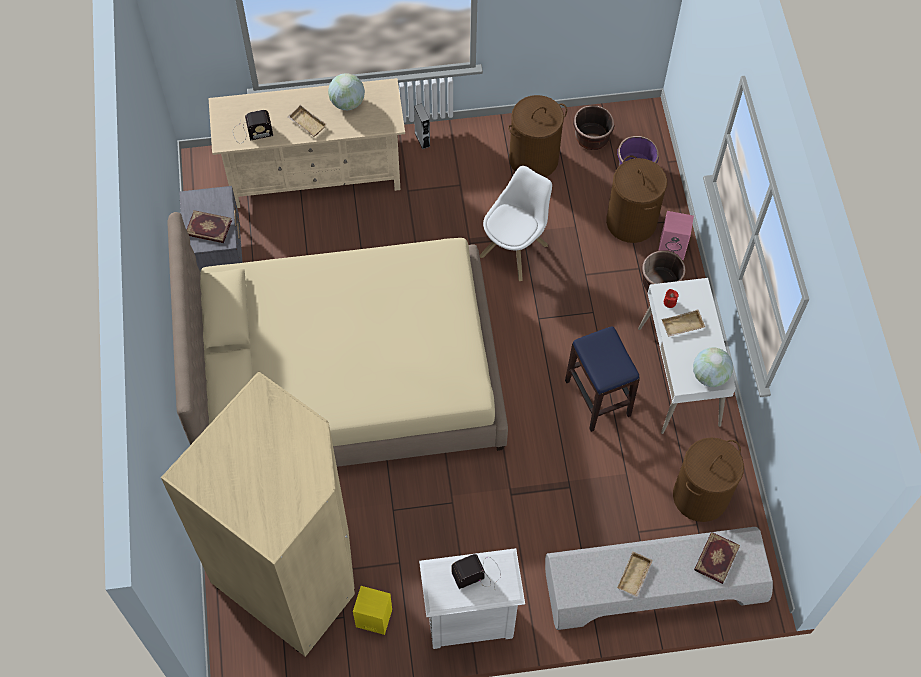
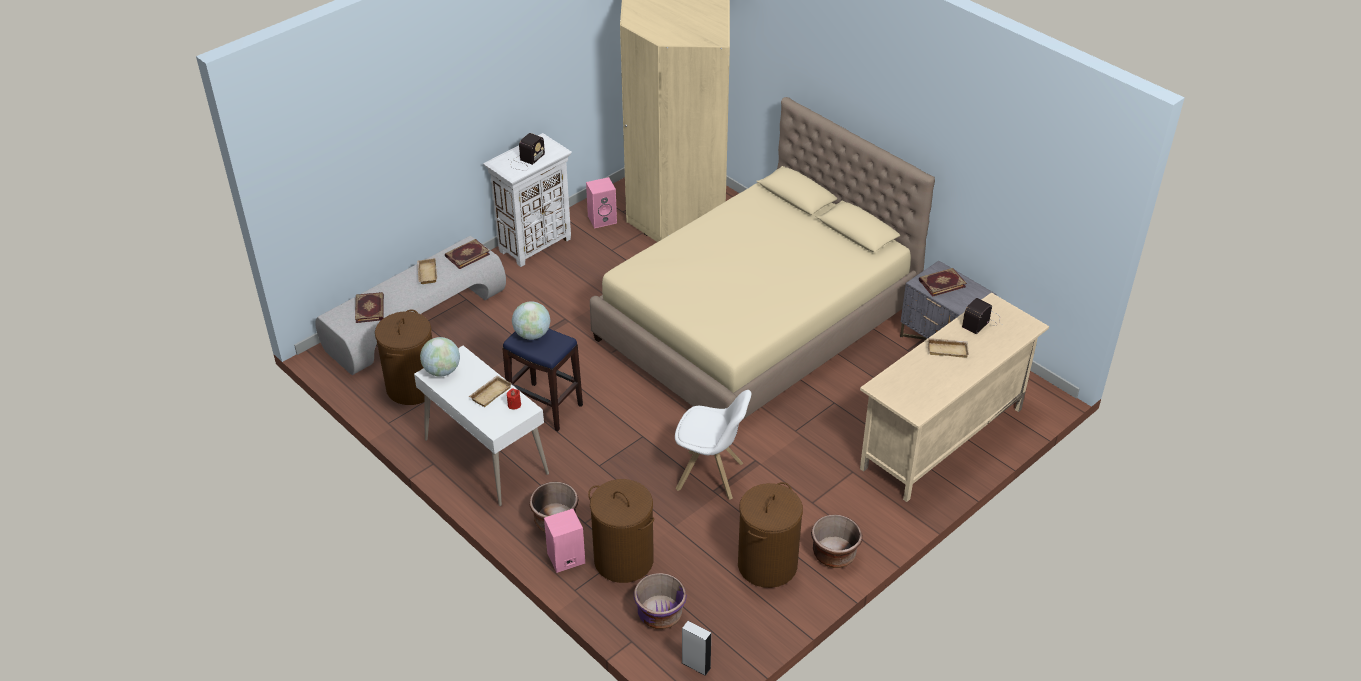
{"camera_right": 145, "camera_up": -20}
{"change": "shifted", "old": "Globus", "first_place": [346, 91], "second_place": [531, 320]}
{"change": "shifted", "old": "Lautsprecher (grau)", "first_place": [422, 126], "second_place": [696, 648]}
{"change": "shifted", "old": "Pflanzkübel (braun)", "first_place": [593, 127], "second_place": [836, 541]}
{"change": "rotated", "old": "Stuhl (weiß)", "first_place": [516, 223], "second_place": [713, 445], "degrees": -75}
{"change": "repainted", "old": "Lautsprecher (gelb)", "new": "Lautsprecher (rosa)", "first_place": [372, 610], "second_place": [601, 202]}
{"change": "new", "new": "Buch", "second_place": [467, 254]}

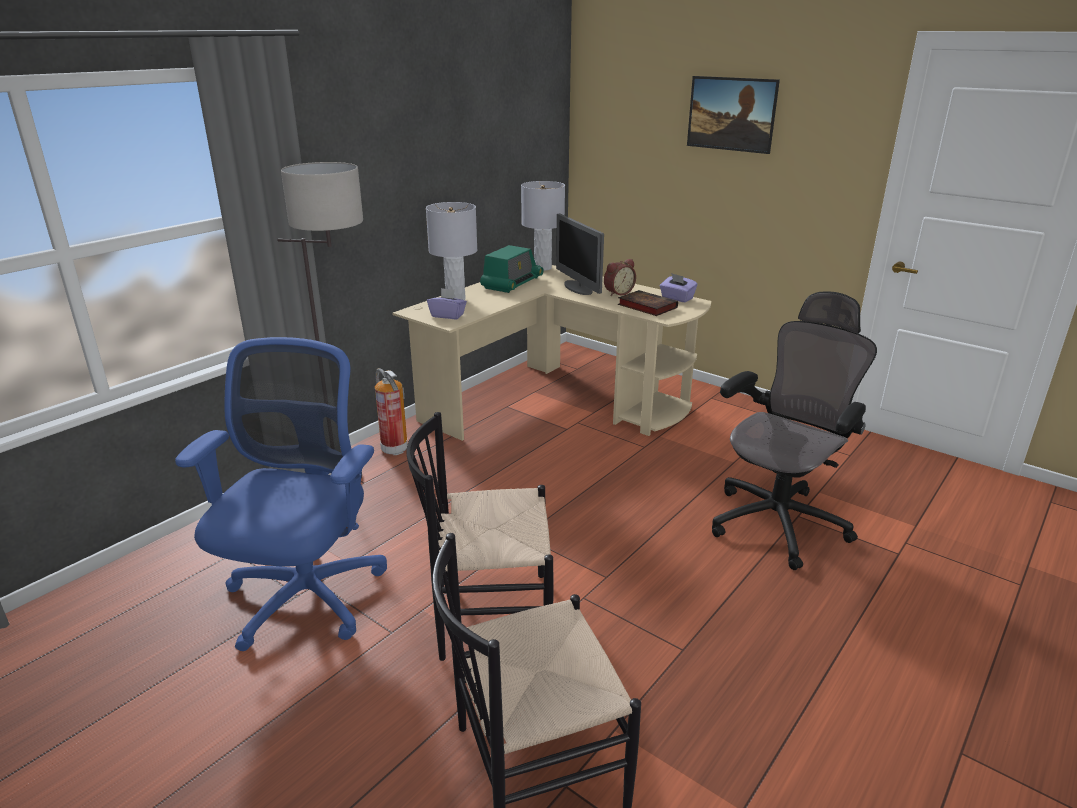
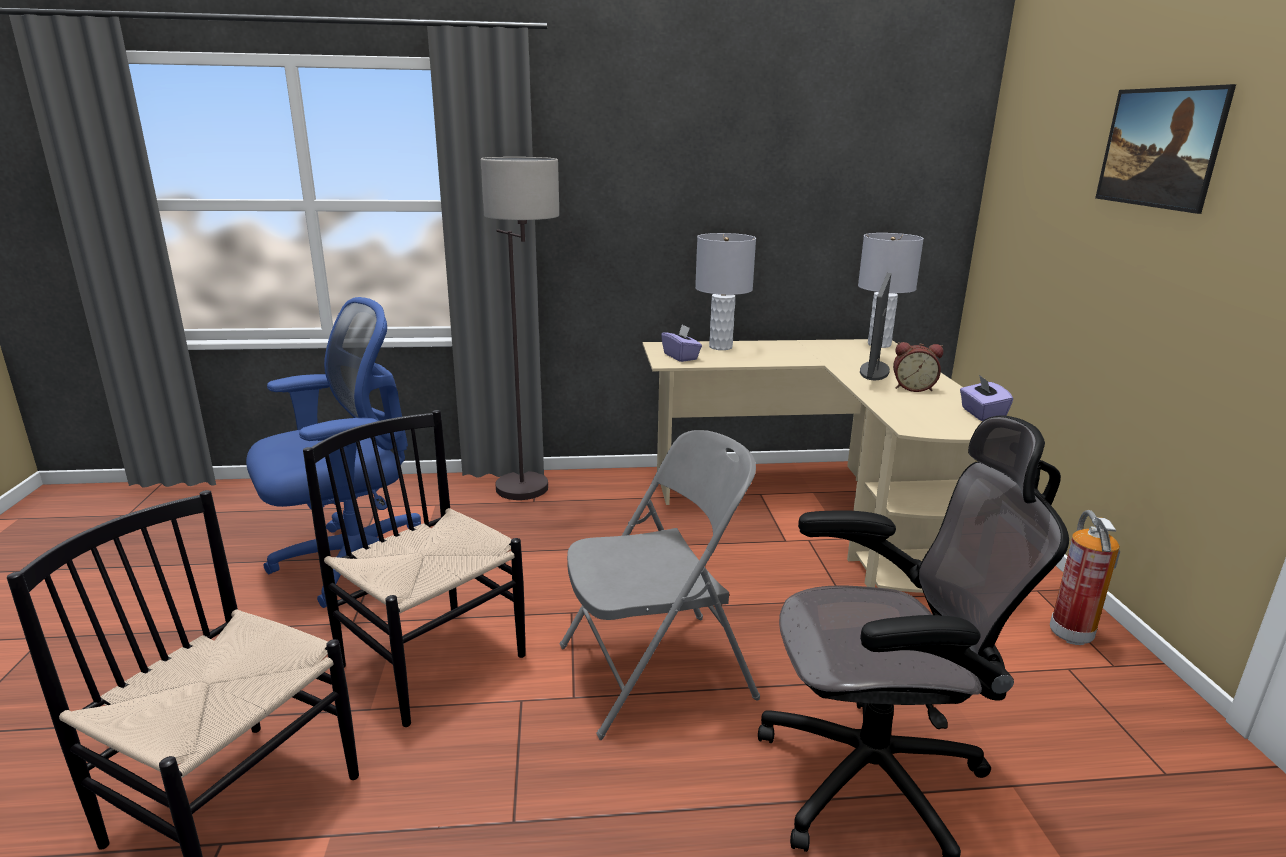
{"camera_right": 45, "camera_up": -5}
{"change": "gone", "old": "Radio", "first_place": [511, 269]}
{"change": "gone", "old": "Buch", "first_place": [648, 303]}
{"change": "shifted", "old": "Feuerlöscher", "first_place": [391, 411], "second_place": [1085, 577]}
{"change": "new", "new": "Stuhl (grau)", "second_place": [660, 585]}

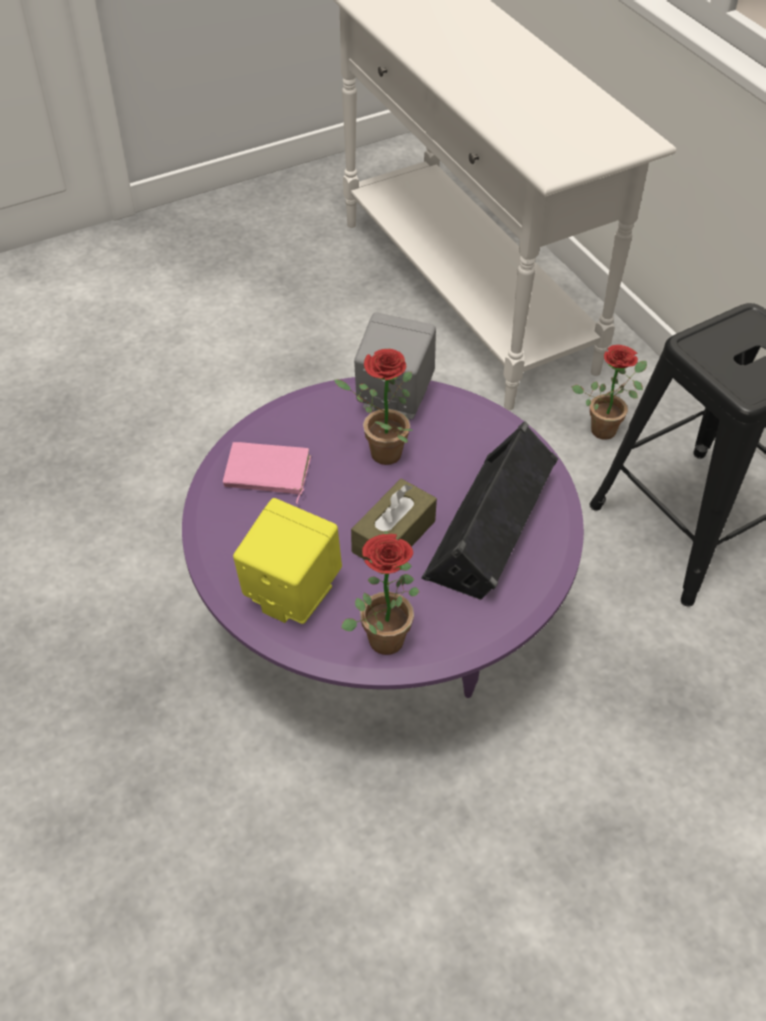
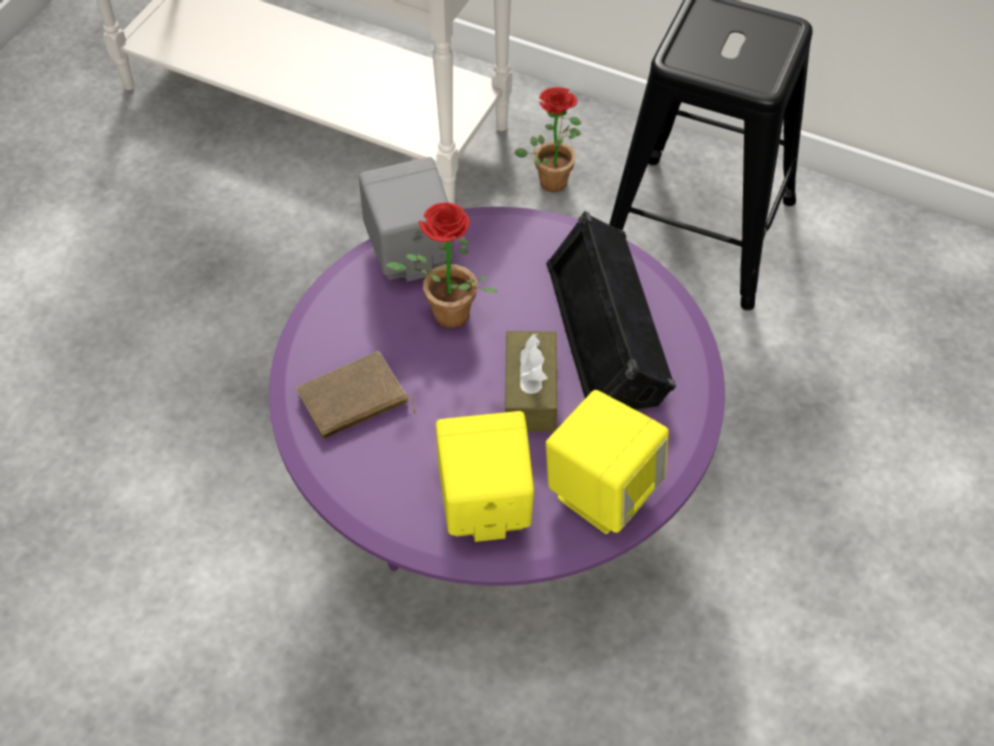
{"camera_right": -35, "camera_up": 5}
{"change": "repainted", "old": "Buch (rosa)", "new": "Buch (braun)", "first_place": [267, 473], "second_place": [356, 395]}
{"change": "swapped", "old": "Topfpflanze", "new": "Lautsprecher (gelb)", "first_place": [380, 593], "second_place": [607, 462]}

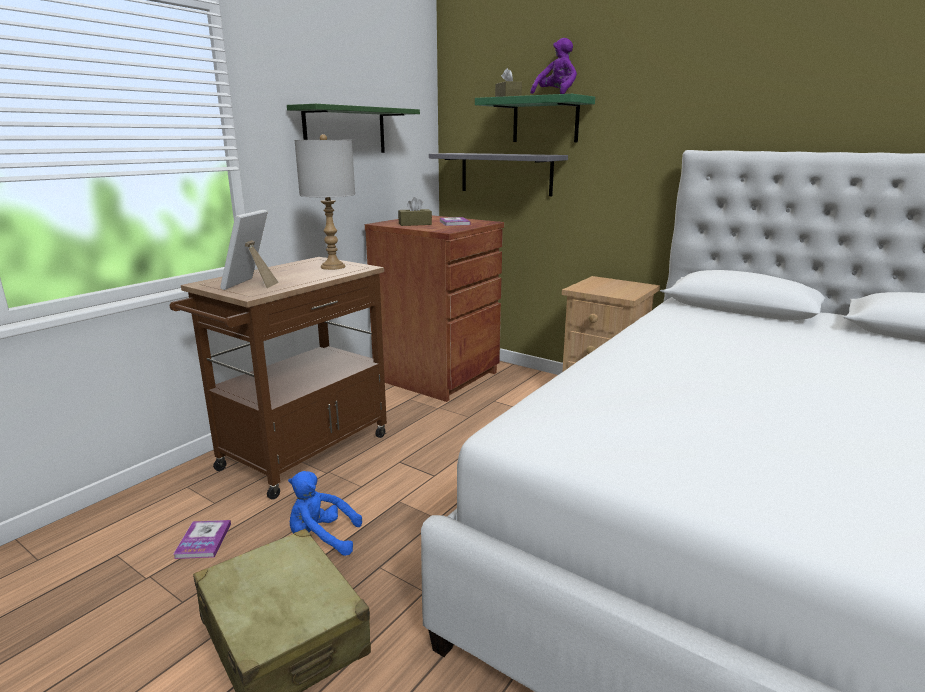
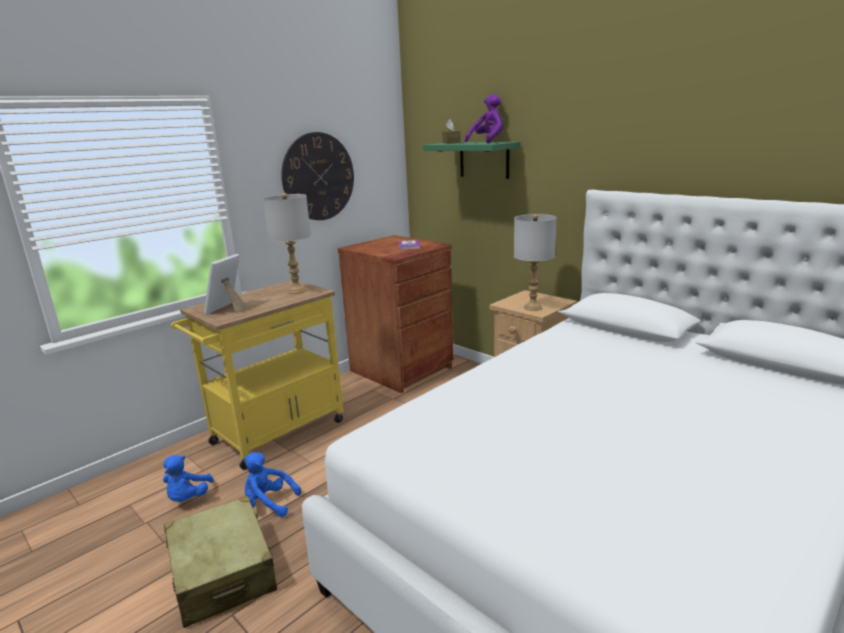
{"camera_right": 10, "camera_up": 0}
{"change": "swapped", "old": "Wandregal (grün)", "new": "Wanduhr", "first_place": [353, 128], "second_place": [317, 176]}
{"change": "gone", "old": "Wandregal (grau)", "first_place": [498, 174]}
{"change": "gone", "old": "Taschentuchbox (braun)", "first_place": [415, 211]}
{"change": "repainted", "old": "Rollwagen (braun)", "new": "Rollwagen (gelb)", "first_place": [278, 378], "second_place": [257, 375]}
{"change": "swapped", "old": "Buch", "new": "Plüschtier (blau)", "first_place": [202, 539], "second_place": [188, 478]}
{"change": "new", "new": "Tischlampe (grau)", "second_place": [535, 262]}

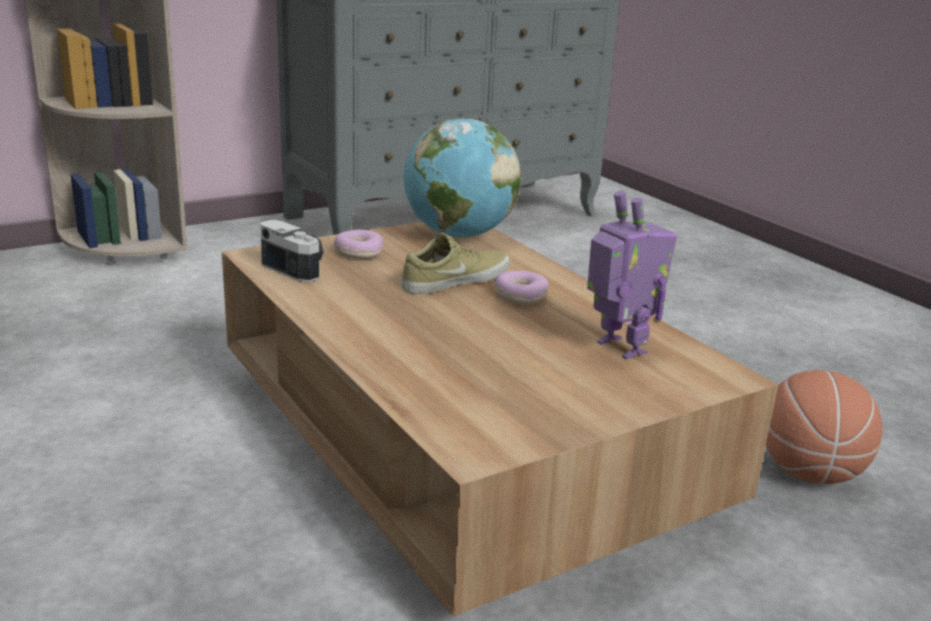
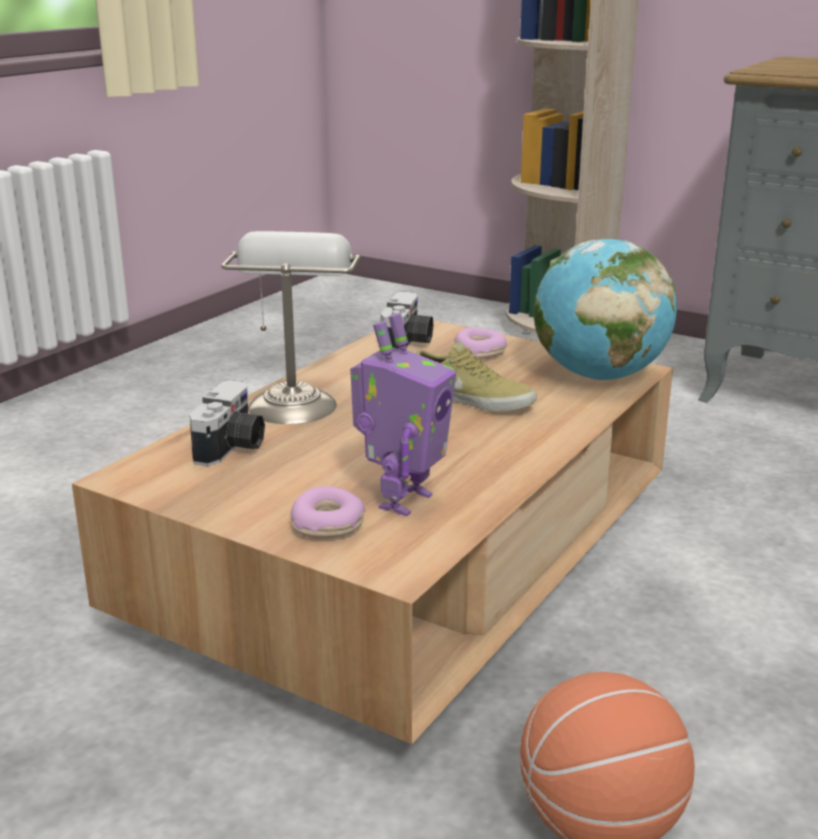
{"camera_right": 65, "camera_up": 0}
{"change": "shifted", "old": "Donut", "first_place": [521, 288], "second_place": [328, 512]}
{"change": "new", "new": "Tischlampe (weiß)", "second_place": [291, 327]}
{"change": "new", "new": "Kamera", "second_place": [227, 423]}

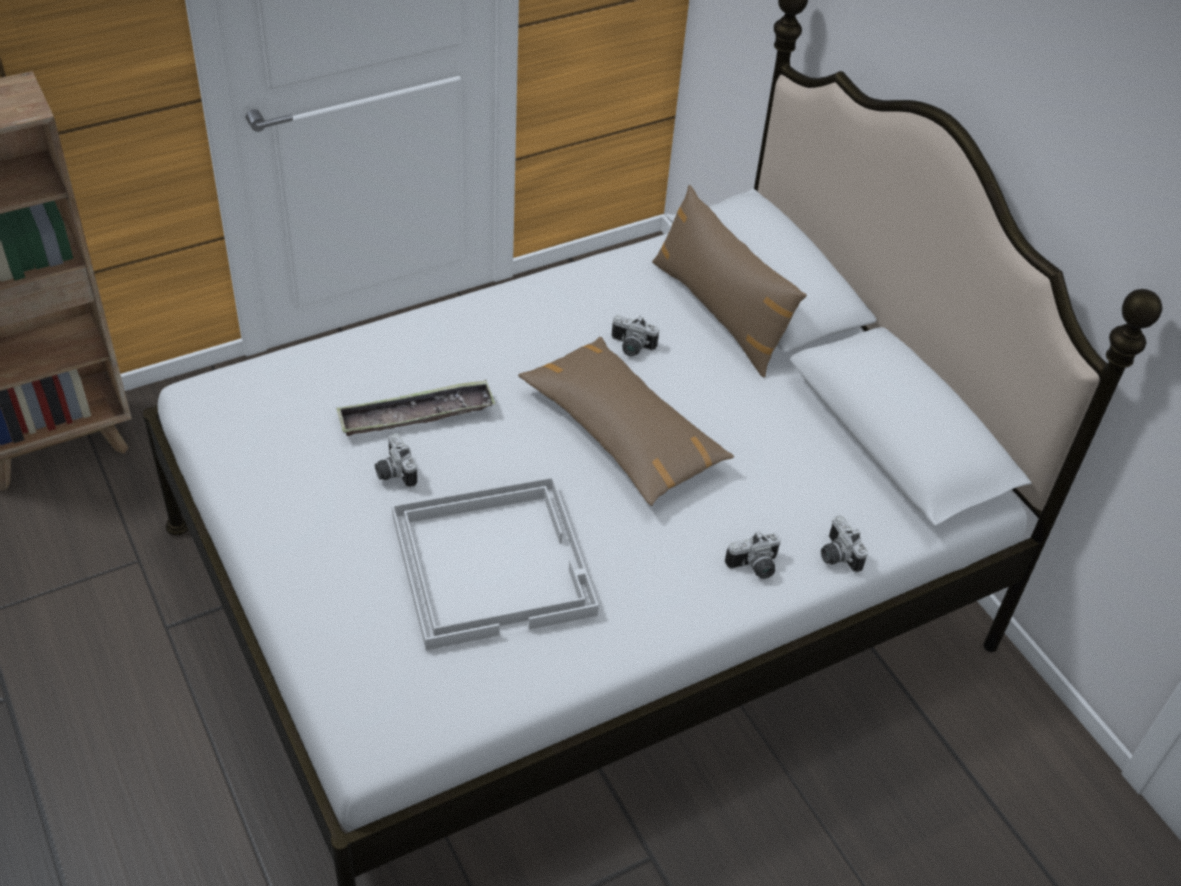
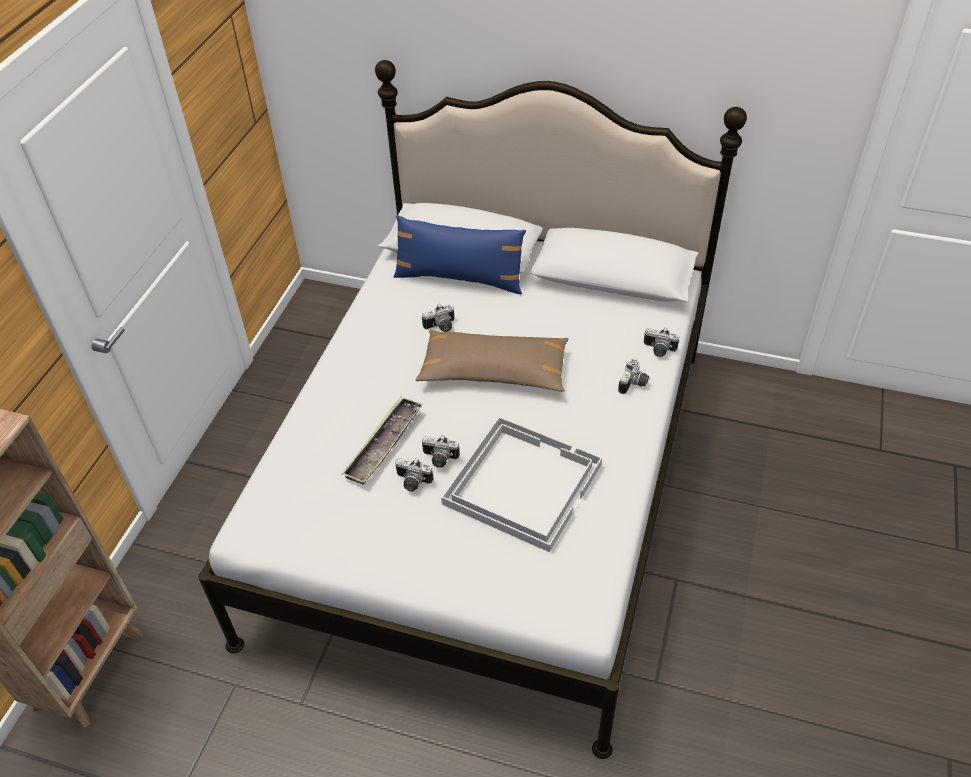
{"camera_right": -40, "camera_up": 0}
{"change": "repainted", "old": "Kissen (braun)", "new": "Kissen (blau)", "first_place": [729, 281], "second_place": [460, 254]}
{"change": "new", "new": "Kamera", "second_place": [441, 452]}

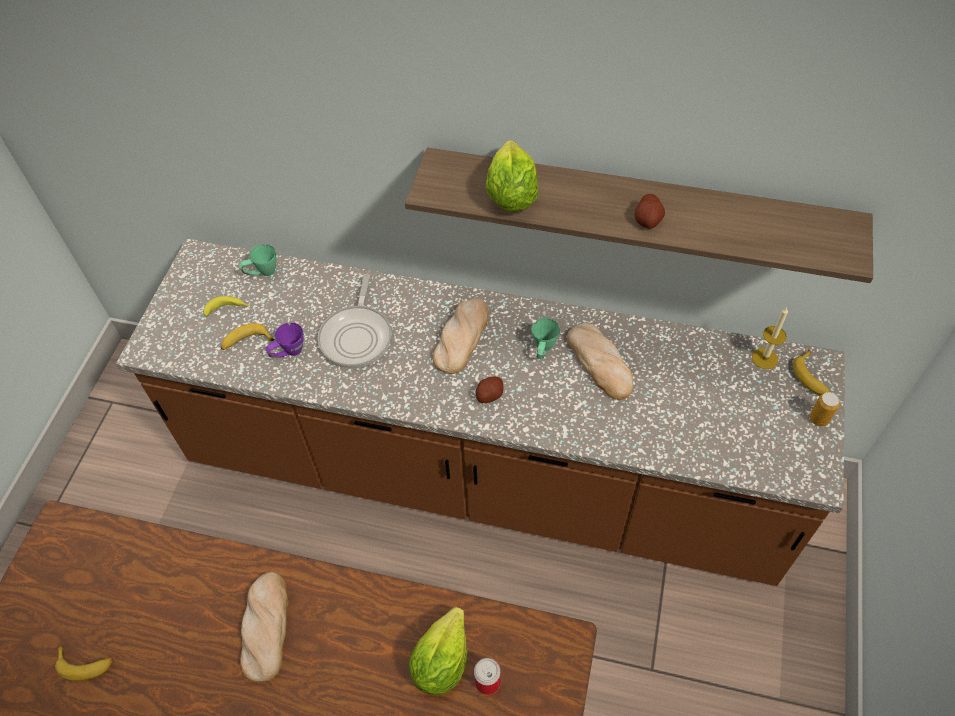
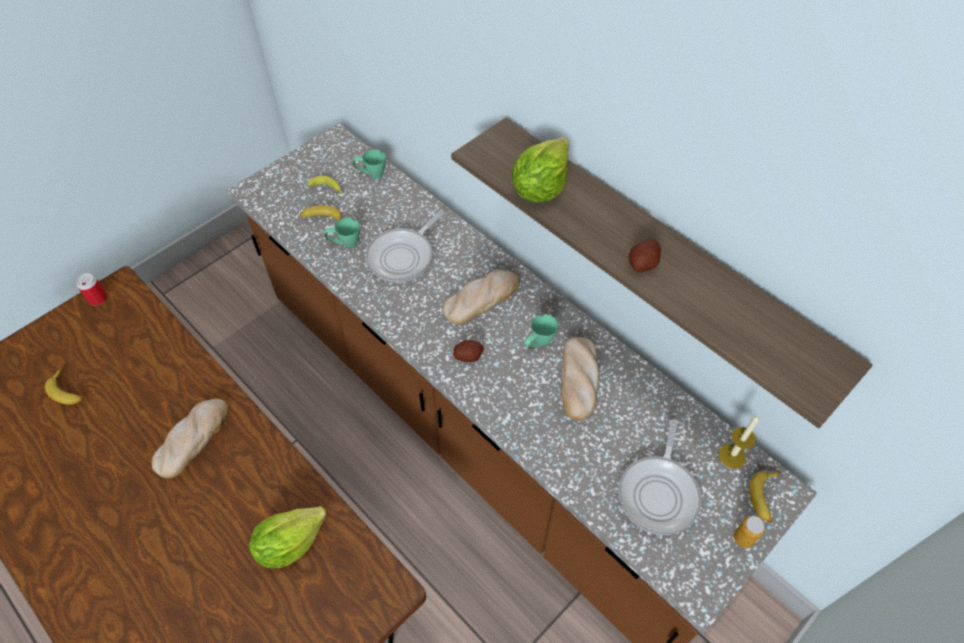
{"camera_right": 30, "camera_up": 0}
{"change": "repainted", "old": "Henkelbecher (lila)", "new": "Henkelbecher (grün)", "first_place": [285, 340], "second_place": [341, 233]}
{"change": "shifted", "old": "Dose", "first_place": [487, 676], "second_place": [92, 289]}
{"change": "new", "new": "Pfanne", "second_place": [660, 477]}

